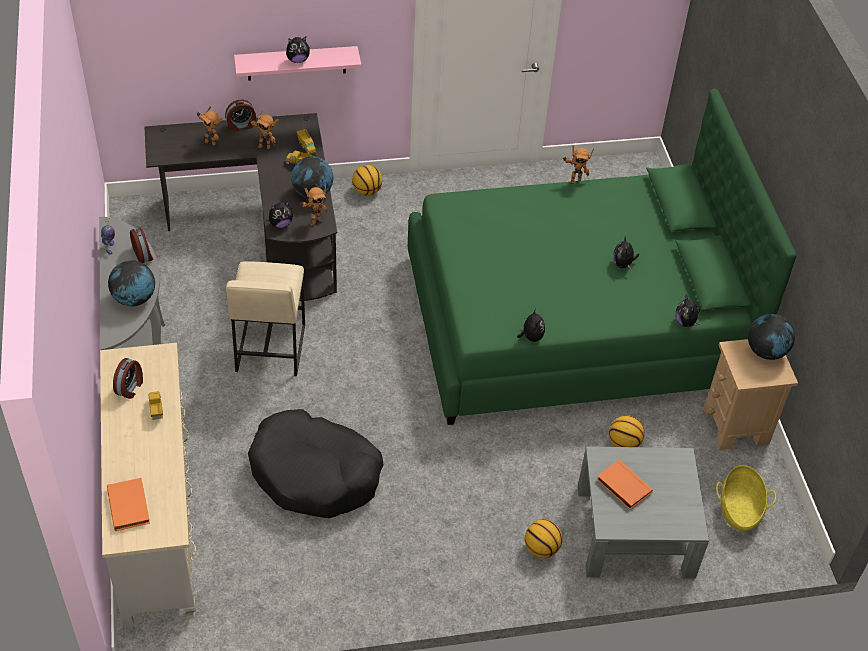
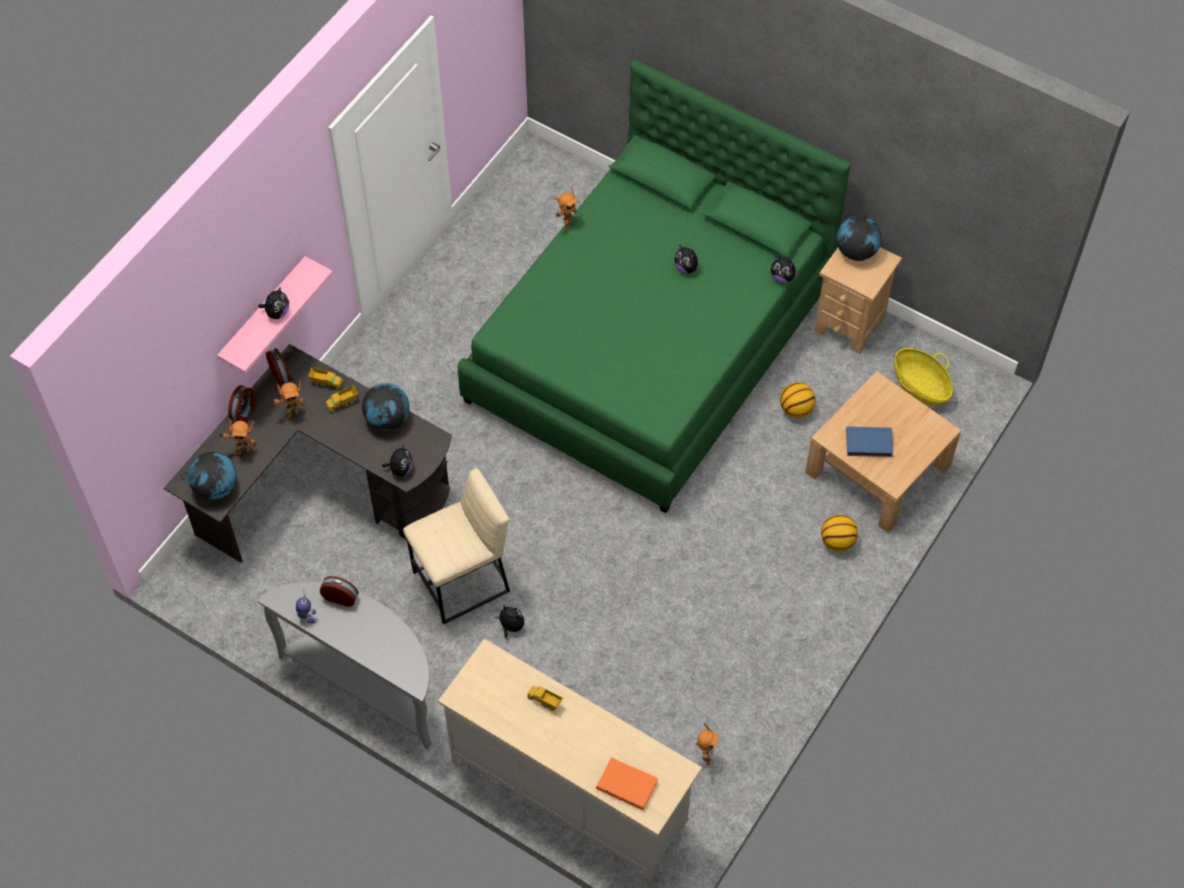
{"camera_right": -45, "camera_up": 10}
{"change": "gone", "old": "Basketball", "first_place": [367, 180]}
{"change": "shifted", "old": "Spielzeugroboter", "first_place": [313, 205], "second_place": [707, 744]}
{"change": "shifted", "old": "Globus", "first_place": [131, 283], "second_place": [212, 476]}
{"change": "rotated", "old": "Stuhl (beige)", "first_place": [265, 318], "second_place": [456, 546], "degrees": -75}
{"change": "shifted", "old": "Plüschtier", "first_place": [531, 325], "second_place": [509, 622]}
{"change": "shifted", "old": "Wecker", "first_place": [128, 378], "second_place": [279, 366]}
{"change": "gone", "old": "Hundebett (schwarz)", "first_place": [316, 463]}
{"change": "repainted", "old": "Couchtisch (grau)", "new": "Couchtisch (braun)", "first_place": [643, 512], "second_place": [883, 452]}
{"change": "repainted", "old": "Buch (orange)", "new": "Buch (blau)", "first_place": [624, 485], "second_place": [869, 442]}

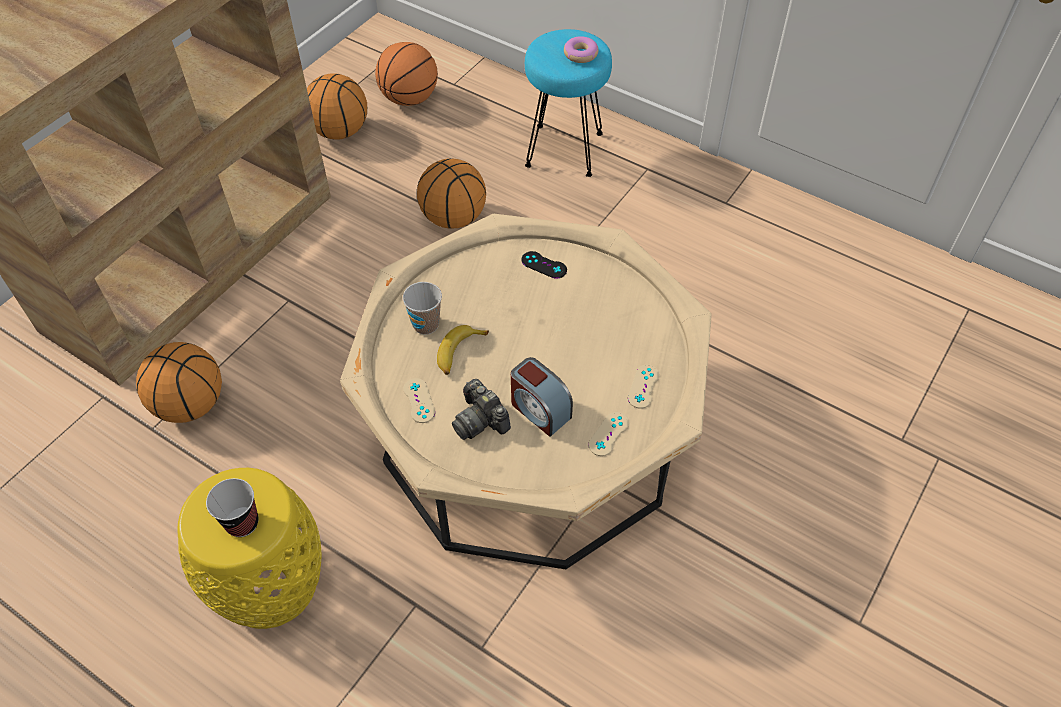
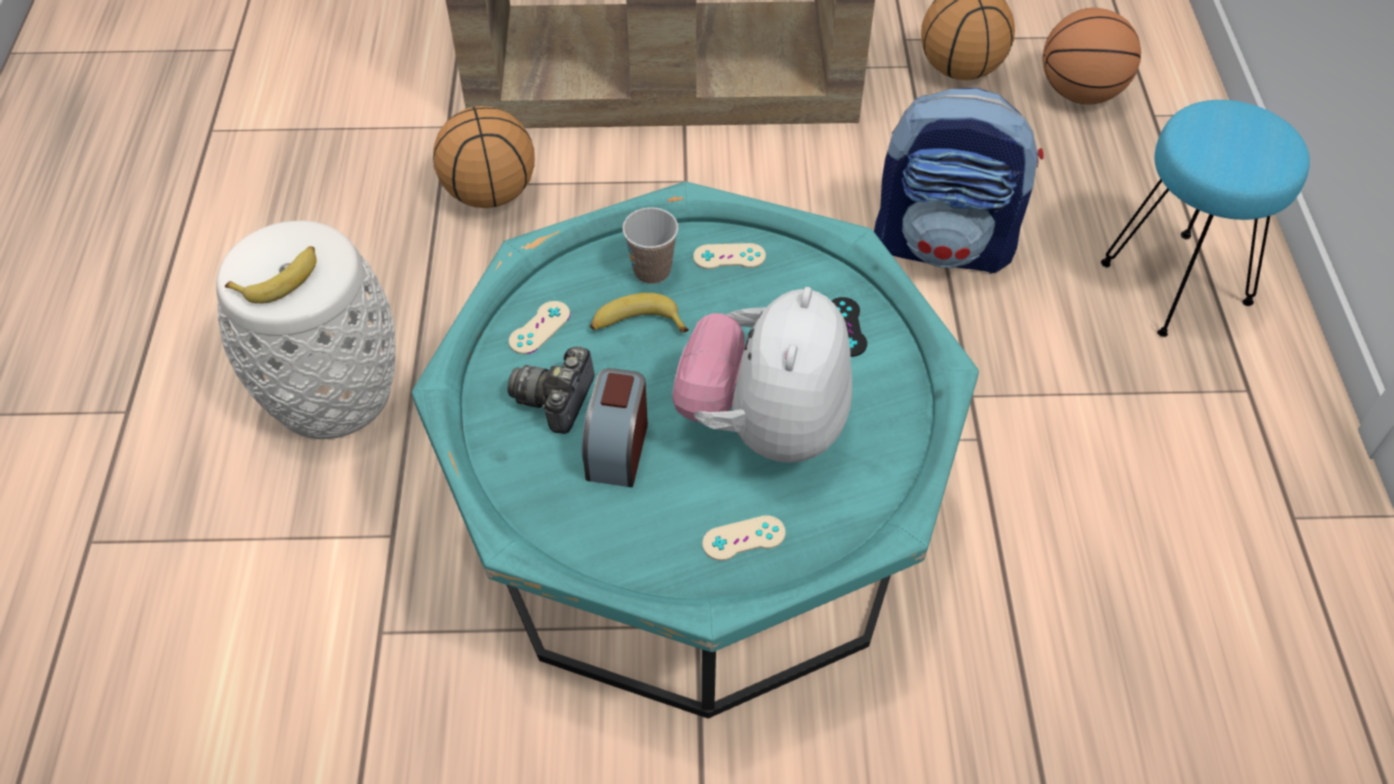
{"camera_right": 55, "camera_up": 0}
{"change": "gone", "old": "Donut", "first_place": [581, 49]}
{"change": "swapped", "old": "Basketball", "new": "Rucksack", "first_place": [451, 193], "second_place": [958, 181]}
{"change": "repainted", "old": "Couchtisch (beige)", "new": "Couchtisch (türkis)", "first_place": [526, 391], "second_place": [695, 450]}
{"change": "shifted", "old": "Gamepad (beige)", "first_place": [608, 434], "second_place": [729, 256]}
{"change": "repainted", "old": "Hocker (gelb)", "new": "Hocker (weiß)", "first_place": [249, 548], "second_place": [306, 330]}
{"change": "swapped", "old": "Tasse", "new": "Banane", "first_place": [232, 507], "second_place": [271, 275]}
{"change": "new", "new": "Plüschtier", "second_place": [762, 375]}

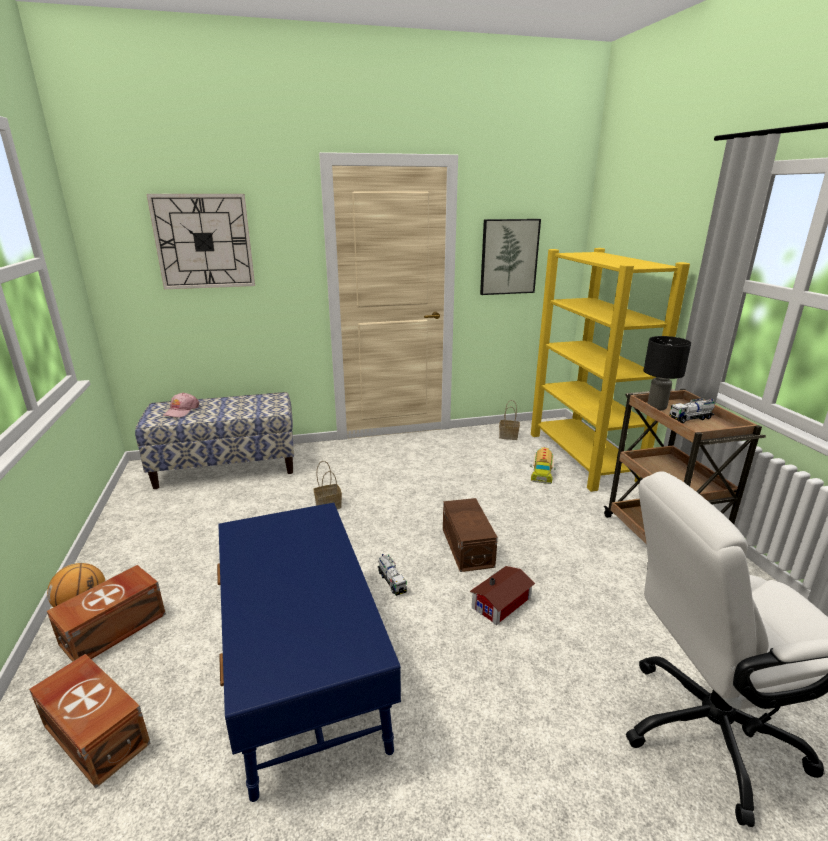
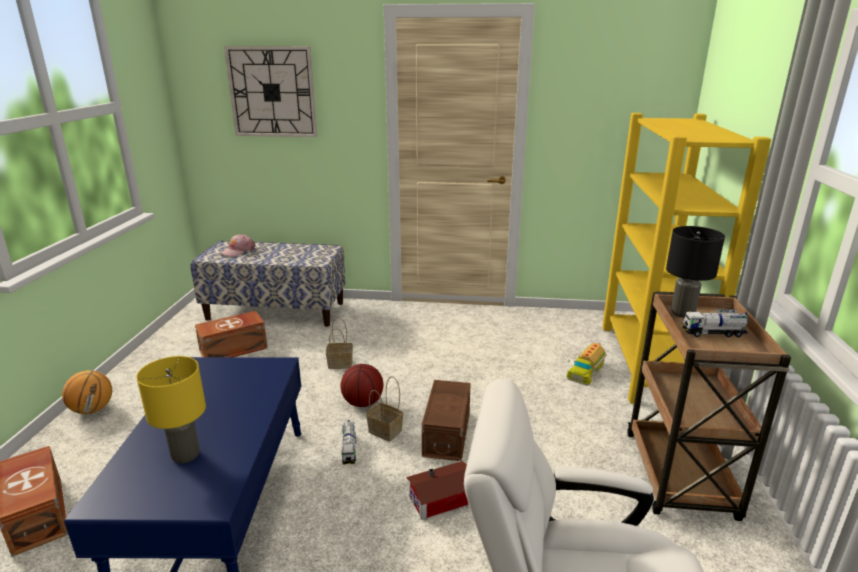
{"camera_right": 20, "camera_up": 0}
{"change": "gone", "old": "Bild", "first_place": [510, 257]}
{"change": "shifted", "old": "Korb", "first_place": [509, 420], "second_place": [384, 409]}
{"change": "shifted", "old": "Aufbewahrungsbox (braun)", "first_place": [106, 613], "second_place": [231, 334]}
{"change": "new", "new": "Tischlampe (gelb)", "second_place": [171, 410]}
{"change": "new", "new": "Basketball", "second_place": [361, 385]}

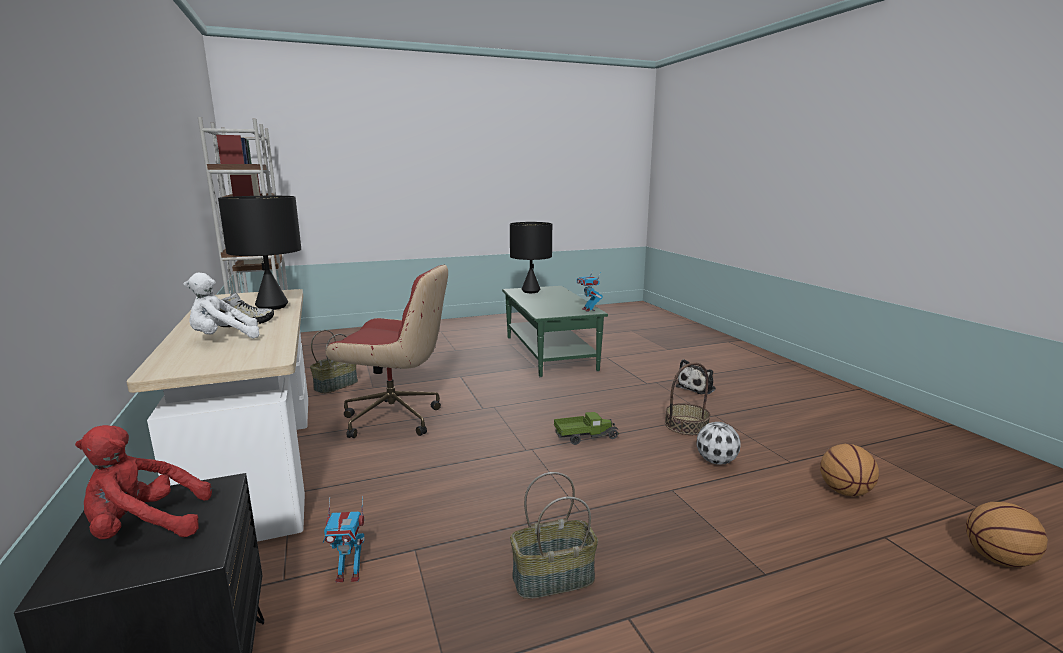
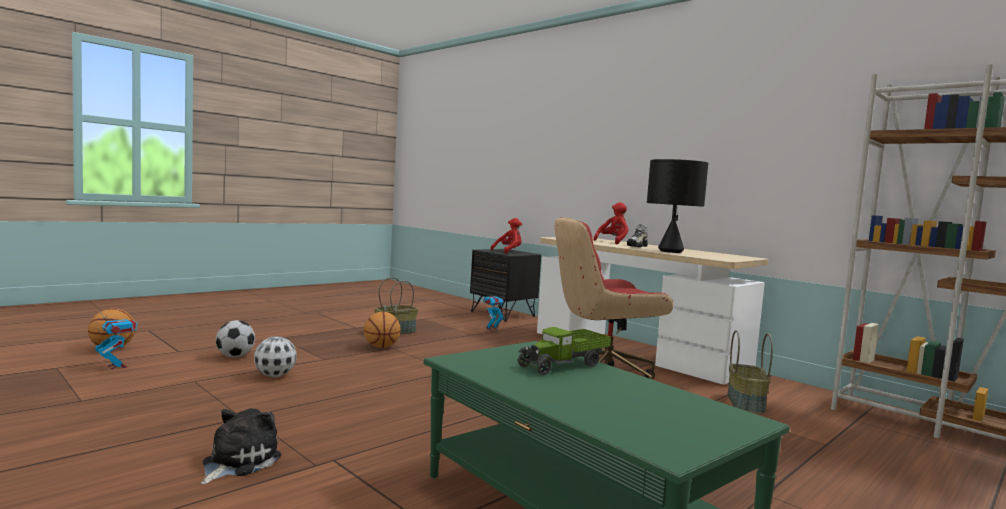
{"camera_right": 155, "camera_up": -10}
{"change": "gone", "old": "Tischlampe (schwarz)", "first_place": [531, 257]}
{"change": "shifted", "old": "Spielzeugroboter", "first_place": [590, 290], "second_place": [116, 340]}
{"change": "repainted", "old": "Plüschtier (weiß)", "new": "Plüschtier (rot)", "first_place": [222, 305], "second_place": [611, 223]}
{"change": "gone", "old": "Korb", "first_place": [687, 398]}
{"change": "shifted", "old": "Spielzeuglaster", "first_place": [586, 428], "second_place": [564, 351]}
{"change": "shifted", "old": "Basketball", "first_place": [849, 470], "second_place": [382, 330]}
{"change": "new", "new": "Fußball", "second_place": [235, 339]}

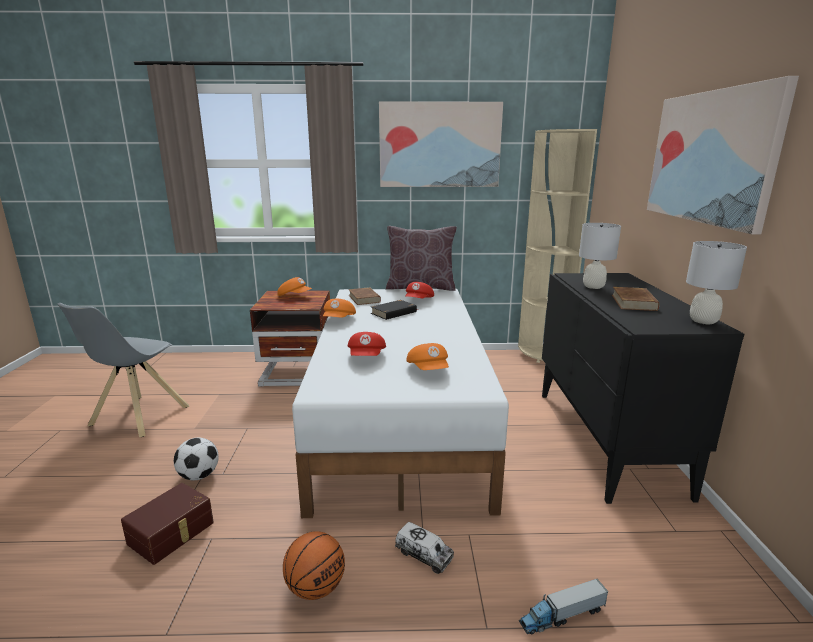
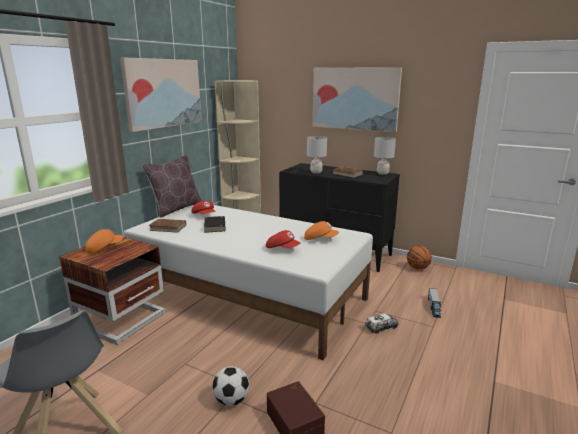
{"camera_right": -60, "camera_up": 0}
{"change": "gone", "old": "Kappe (orange)", "first_place": [339, 308]}
{"change": "shifted", "old": "Basketball", "first_place": [314, 565], "second_place": [419, 258]}

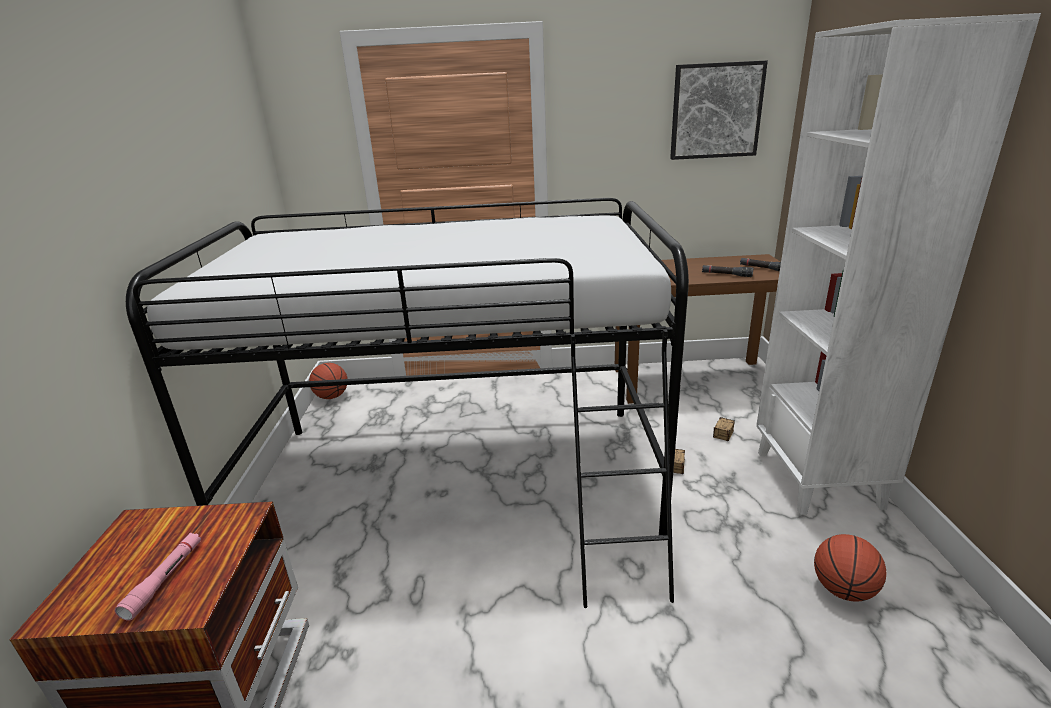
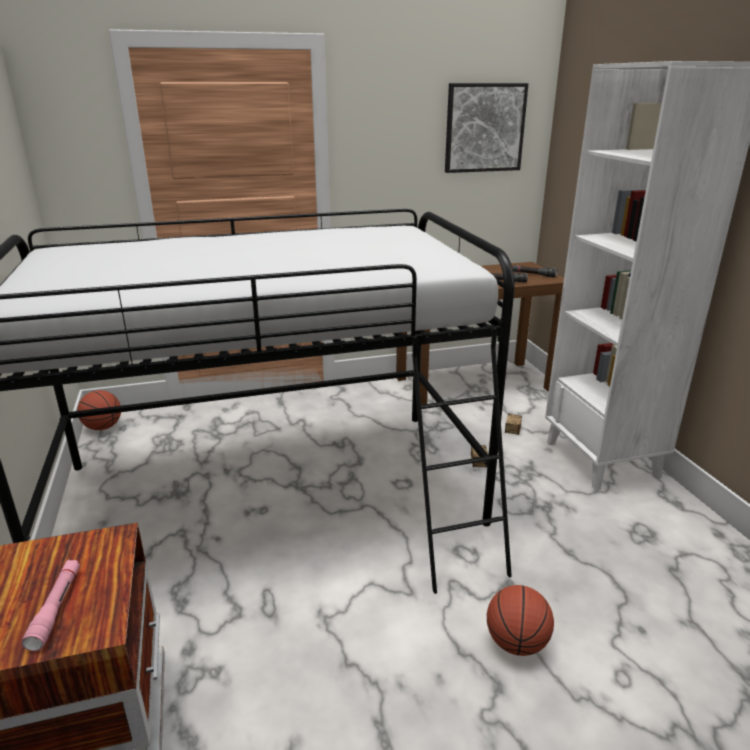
{"camera_right": -15, "camera_up": 0}
{"change": "shifted", "old": "Basketball", "first_place": [850, 568], "second_place": [520, 620]}

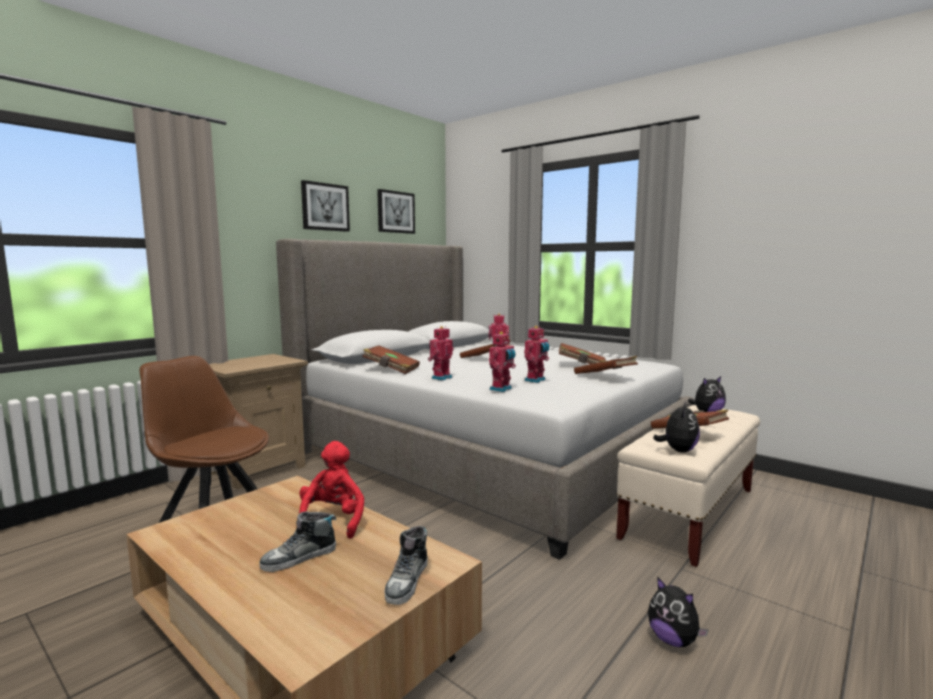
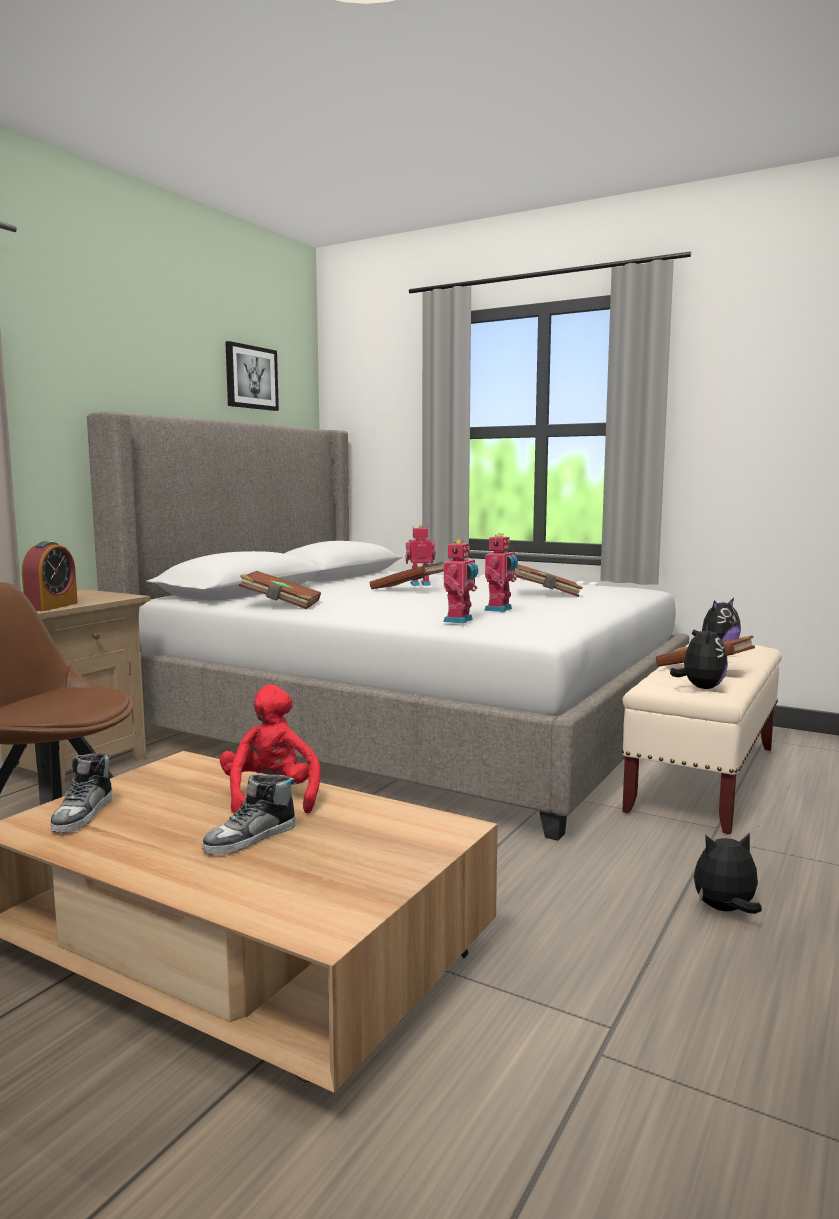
{"camera_right": -10, "camera_up": 0}
{"change": "gone", "old": "Bild", "first_place": [325, 206]}
{"change": "gone", "old": "Spielzeugroboter", "first_place": [440, 353]}
{"change": "gone", "old": "Buch (braun)", "first_place": [606, 365]}
{"change": "shifted", "old": "Schuh", "first_place": [406, 565], "second_place": [81, 792]}
{"change": "rotated", "old": "Plüschtier", "first_place": [678, 612], "second_place": [728, 873], "degrees": 135}
{"change": "new", "new": "Wecker", "second_place": [50, 576]}

